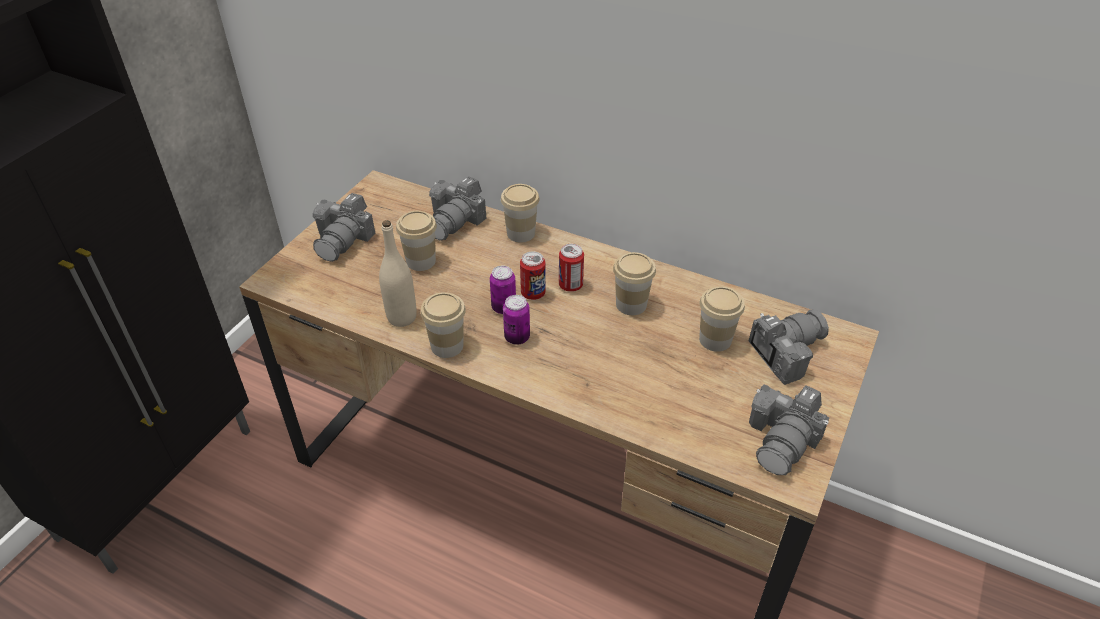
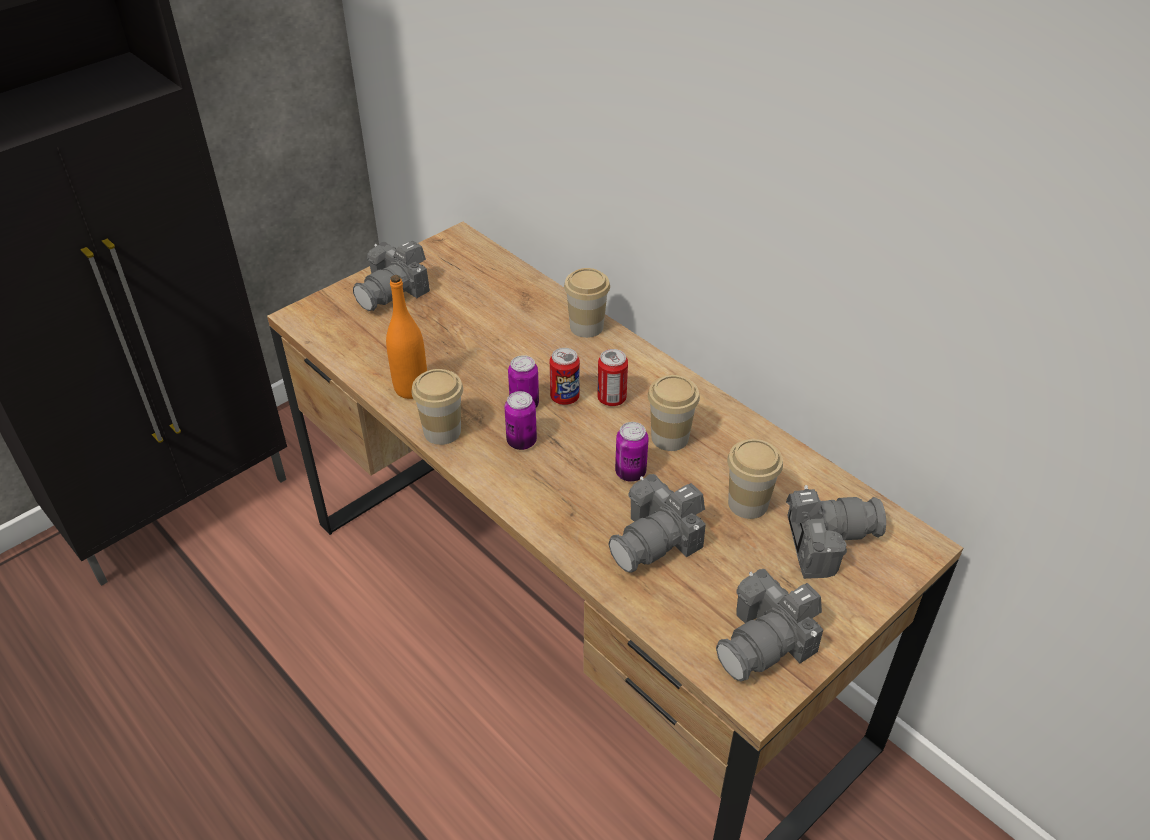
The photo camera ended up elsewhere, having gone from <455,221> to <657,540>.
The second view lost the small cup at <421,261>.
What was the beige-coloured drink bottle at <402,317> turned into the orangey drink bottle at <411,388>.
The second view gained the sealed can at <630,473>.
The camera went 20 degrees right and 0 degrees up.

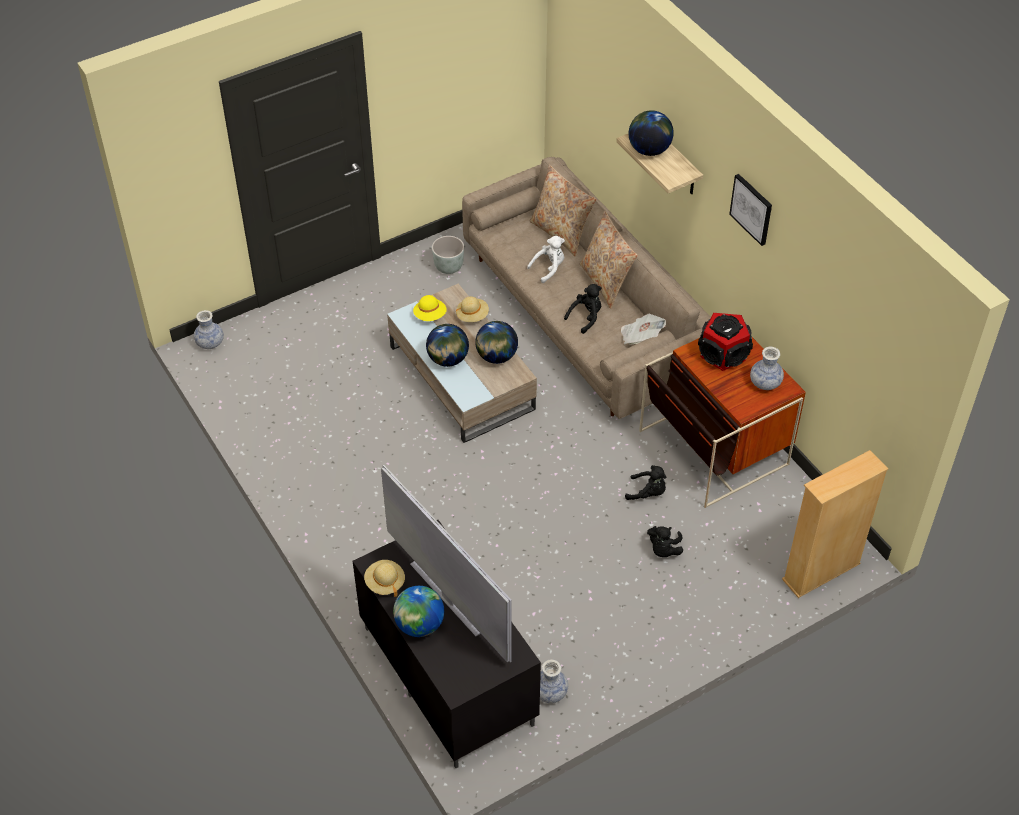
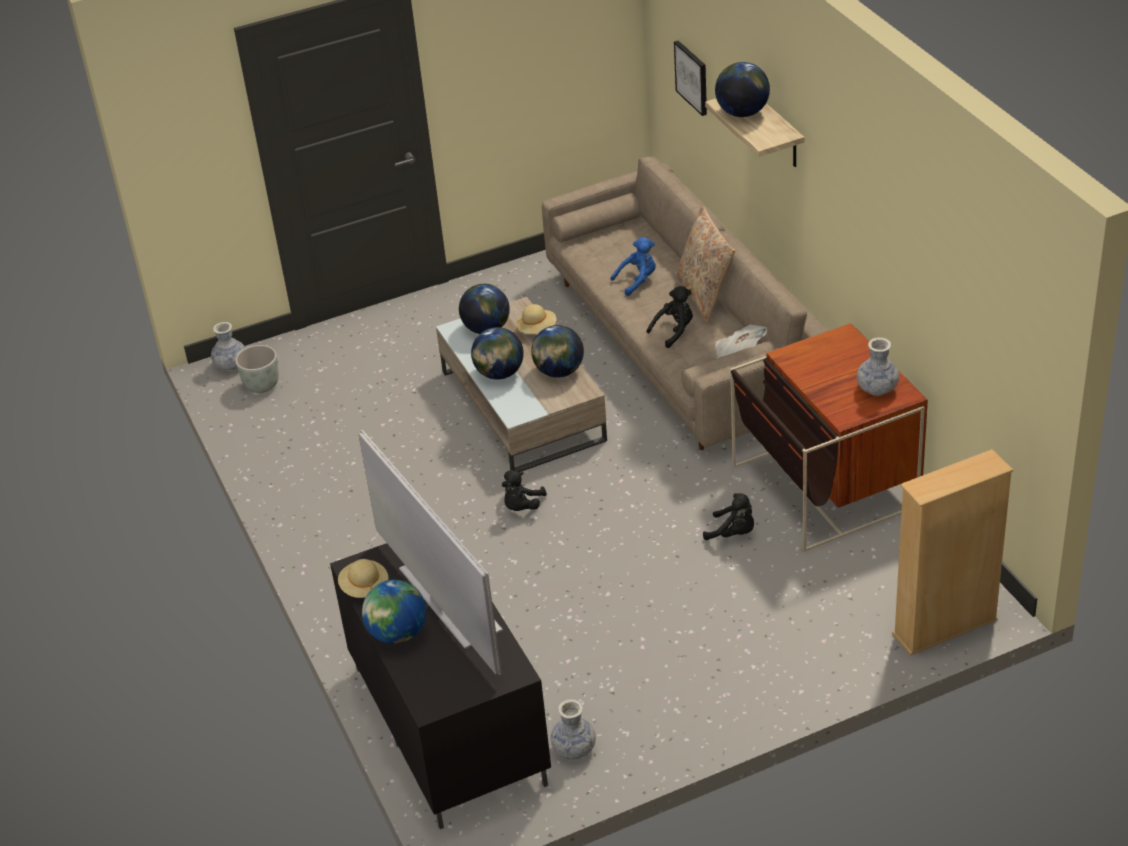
The second view lost the beige-coloured cushion at <561,233>.
The wall art ended up elsewhere, having gone from <752,209> to <692,77>.
The grey planter ended up elsewhere, having gone from <448,267> to <261,386>.
What was the white-coloured plush toy at <549,268> turned into the blue-coloured plush toy at <637,281>.
Where the yellow clothing hat stood at <430,315>, the globe came to stand at <486,328>.
The second view lost the loudspeaker at <723,354>.
The blackish plush toy ended up elsewhere, having gone from <663,549> to <521,506>.
The camera went 10 degrees right and 10 degrees down.

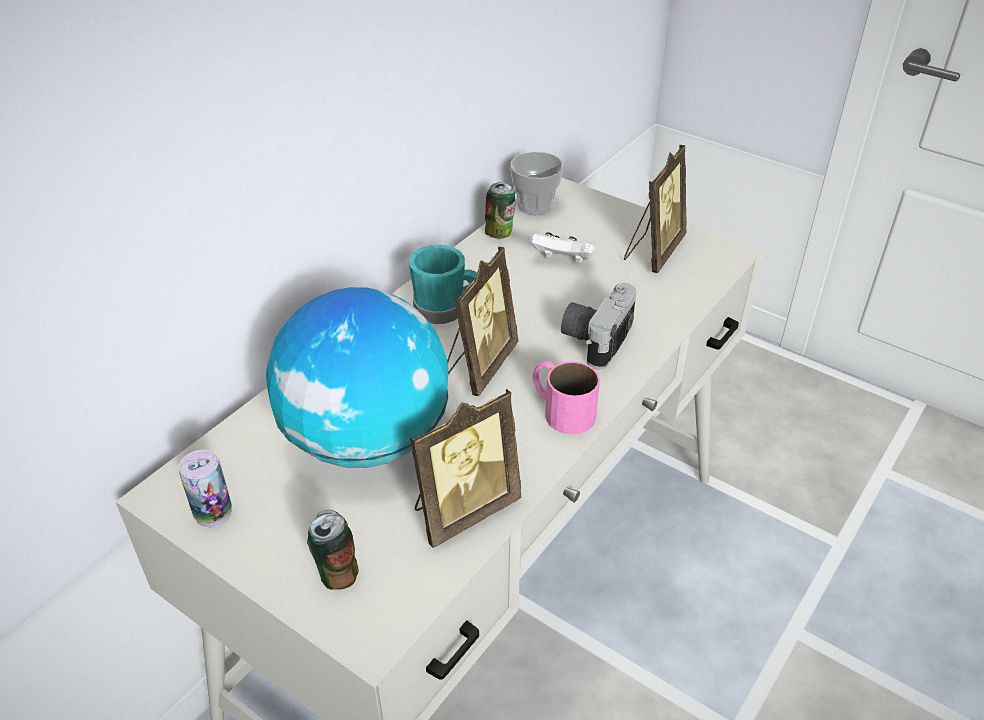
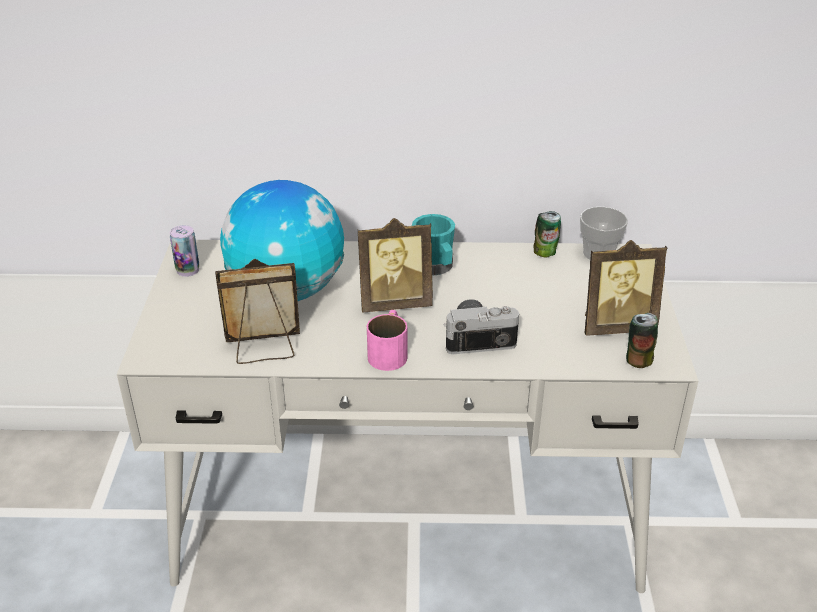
The second view lost the white-coloured gamepad at <563,261>.
The standing frame at <463,510> ended up facing another way, 150 degrees clockwise from before.
The sealed can ended up elsewhere, having gone from <337,573> to <638,360>.
The camera went 55 degrees right and 5 degrees down.

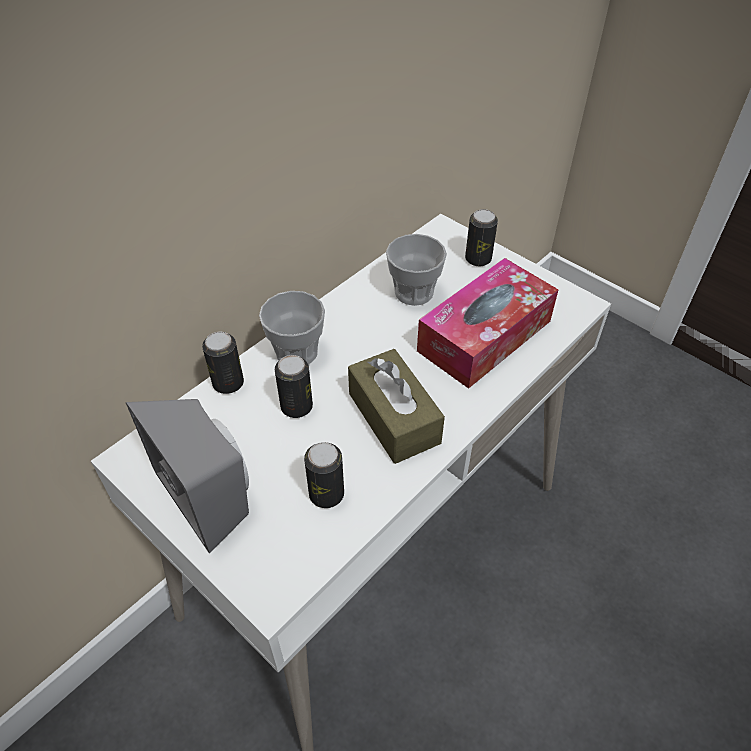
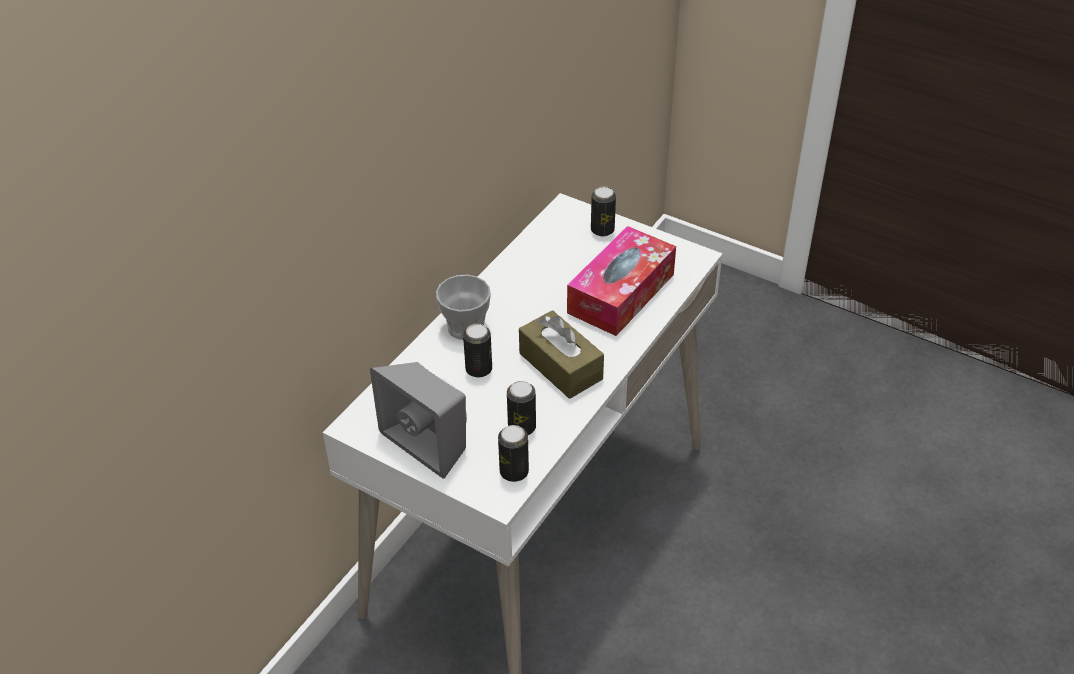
The second view lost the small cup at <414,292>.
The sealed can ended up elsewhere, having gone from <228,383> to <514,472>.
The camera went 10 degrees left and 5 degrees down.

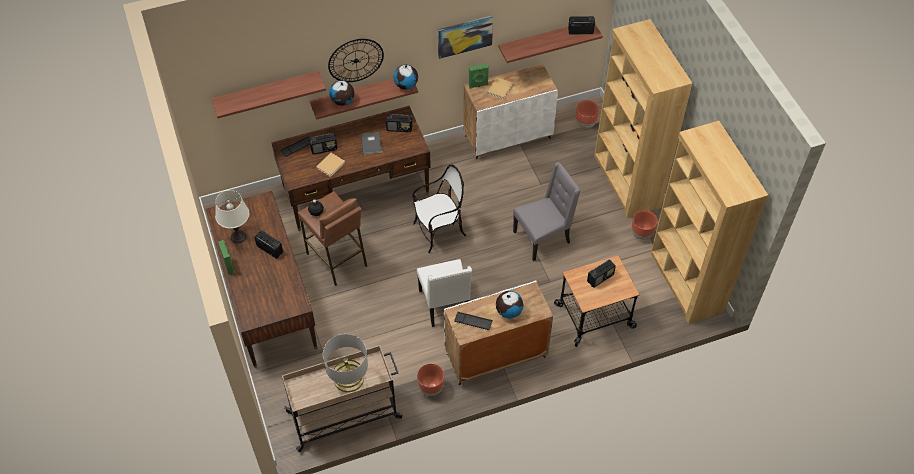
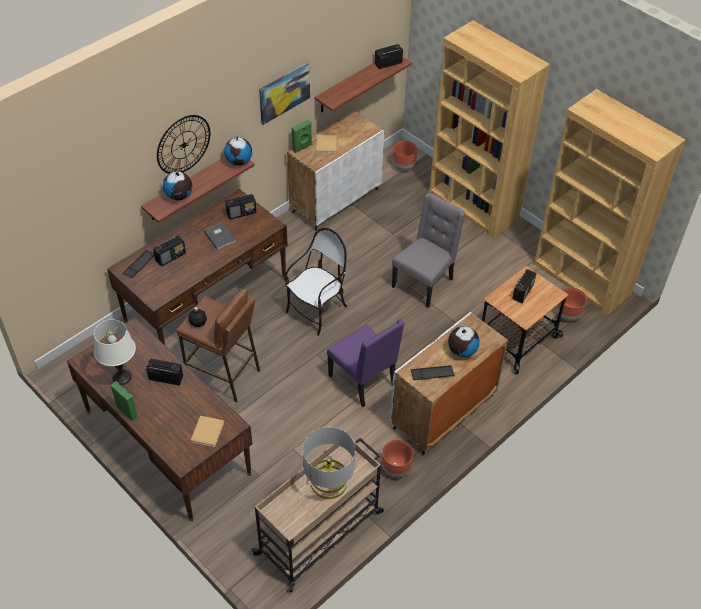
The second view lost the shelf at <267,92>.
The beige-coloured book ended up elsewhere, having gone from <331,165> to <208,431>.
The brown planter ended up elsewhere, having gone from <642,234> to <568,315>.
What was the white-coloured chair at <445,305> turned into the purplish chair at <364,381>.
The camera went 25 degrees left and 5 degrees down.

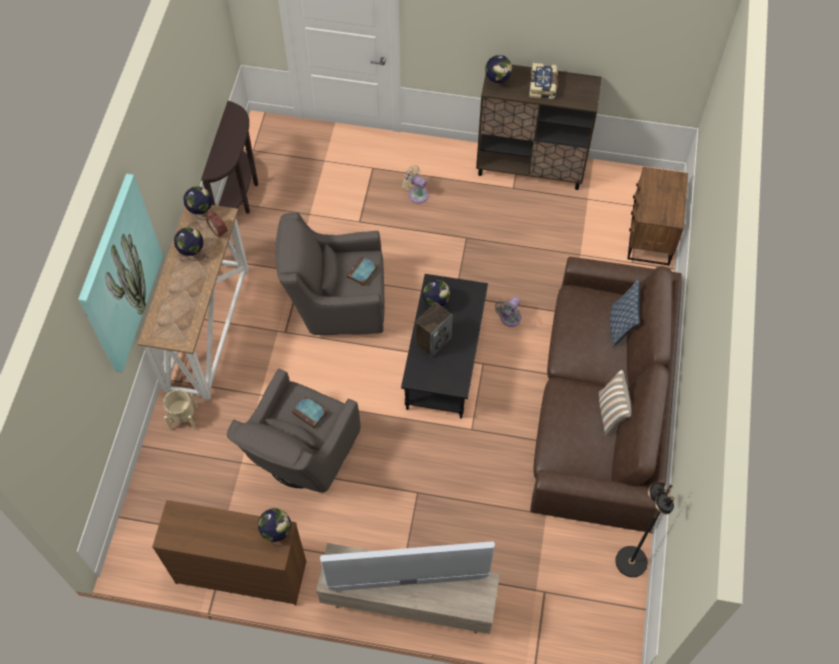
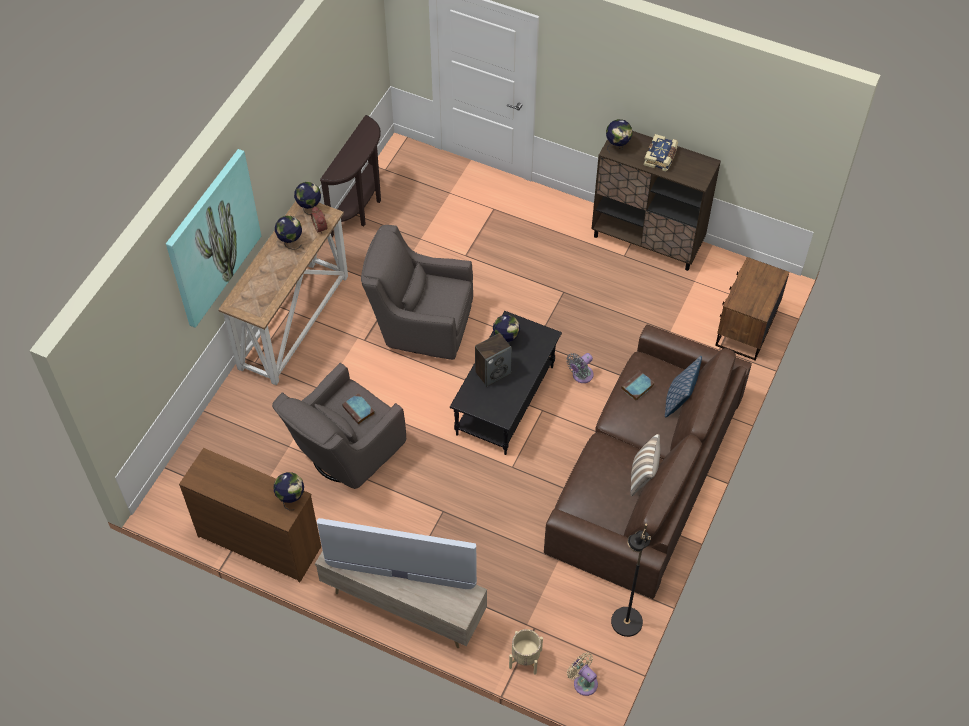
The beige-coloured electric fan ended up elsewhere, having gone from <416,194> to <583,682>.
The book ended up elsewhere, having gone from <362,273> to <637,388>.
The beige-coloured planter ended up elsewhere, having gone from <183,417> to <525,658>.
The camera went 15 degrees right and 5 degrees down.

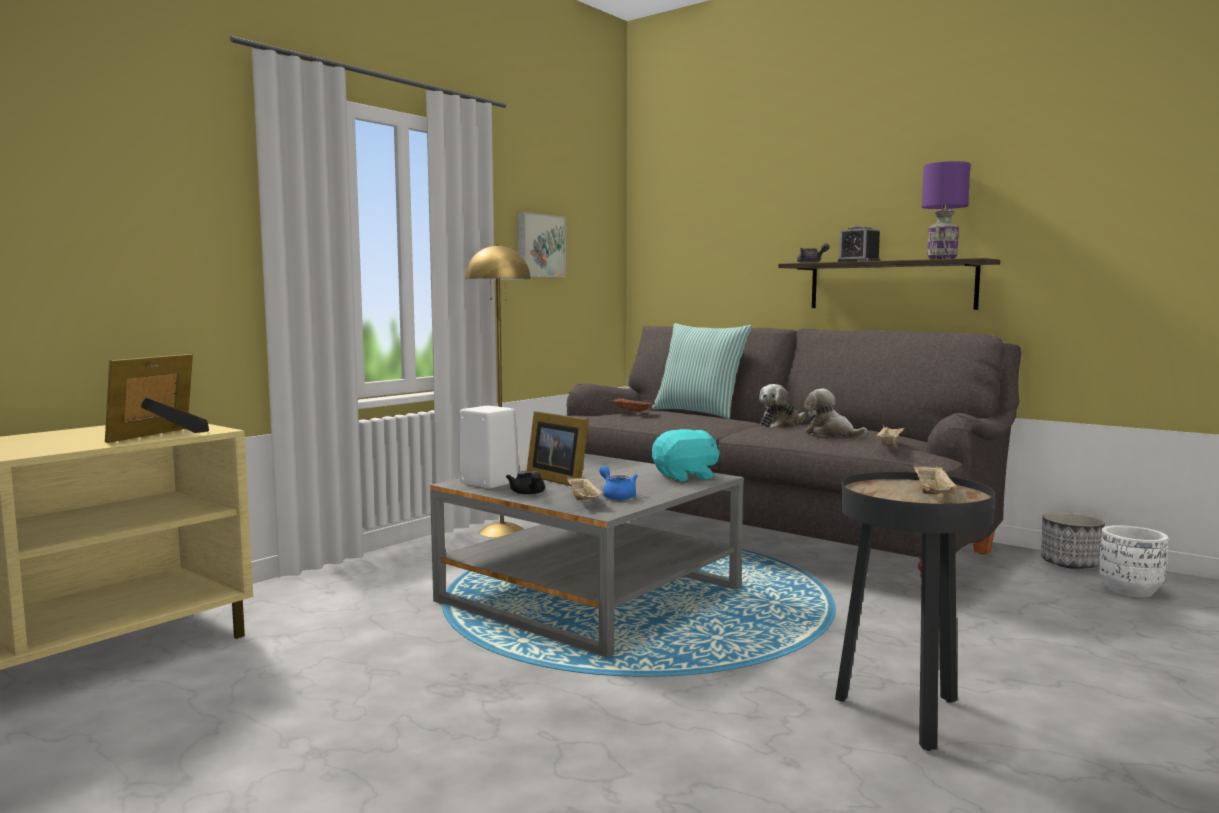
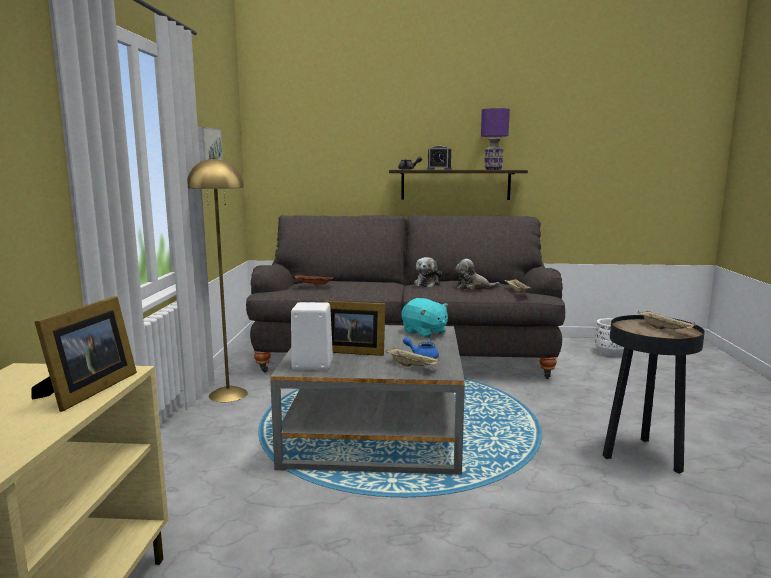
The second view lost the cushion at <699,412>.
The standing frame at <160,435> ended up facing another way, 150 degrees counterclockwise from before.
The turquoise plush toy at <685,477> ended up facing another way, 105 degrees clockwise from before.
The second view lost the blackish pot for tea at <528,493>.
The second view lost the planter at <1070,564>.
The camera went 35 degrees left and 5 degrees up.

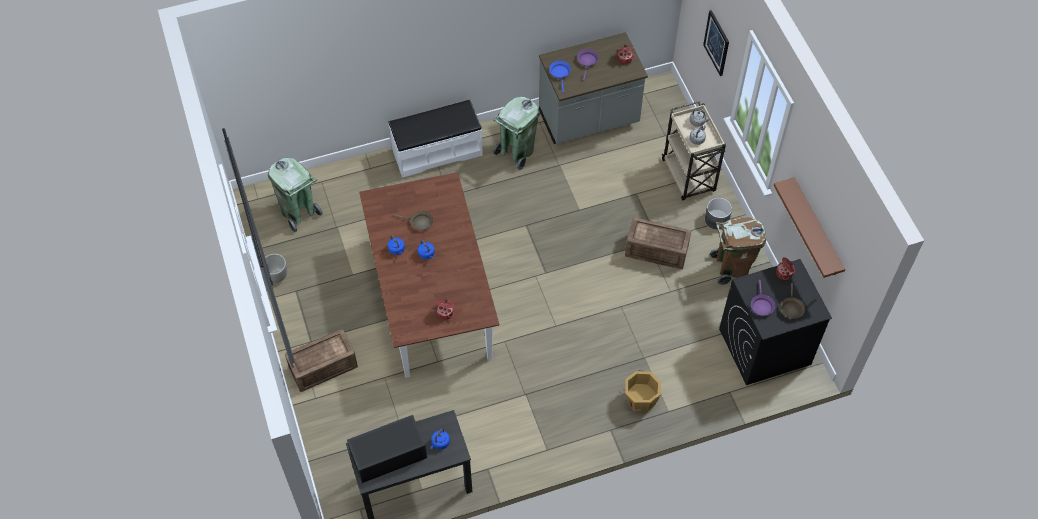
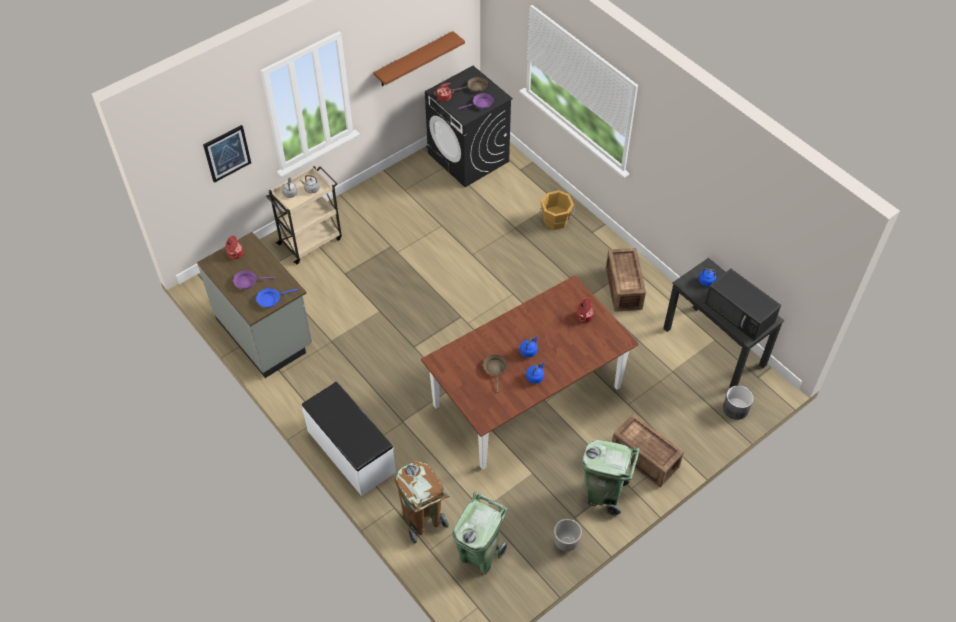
The green waste bin ended up elsewhere, having gone from <516,152> to <604,494>.
The grey planter ended up elsewhere, having gone from <717,219> to <735,408>.
The shipping crate ended up elsewhere, having gone from <657,252> to <624,287>.
The brown waste bin ended up elsewhere, having gone from <731,268> to <422,520>.
The camera went 110 degrees left and 5 degrees down.

